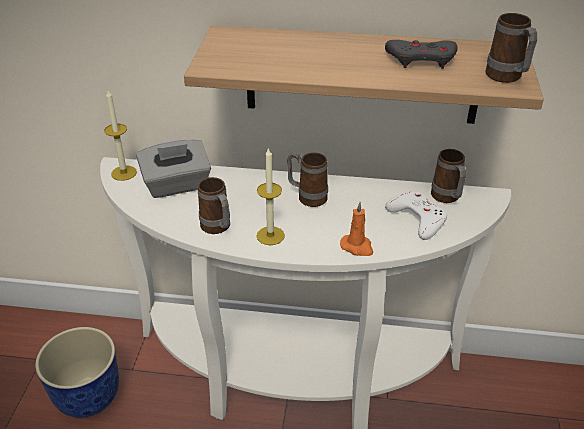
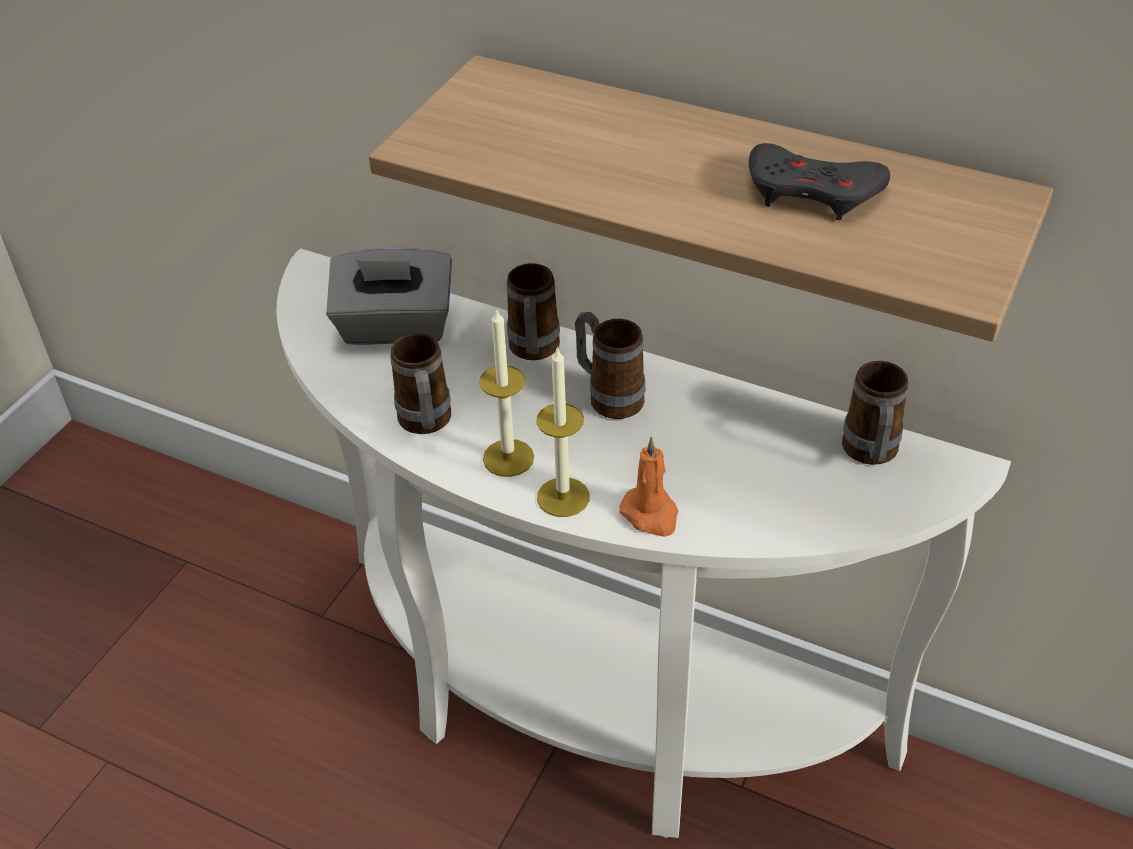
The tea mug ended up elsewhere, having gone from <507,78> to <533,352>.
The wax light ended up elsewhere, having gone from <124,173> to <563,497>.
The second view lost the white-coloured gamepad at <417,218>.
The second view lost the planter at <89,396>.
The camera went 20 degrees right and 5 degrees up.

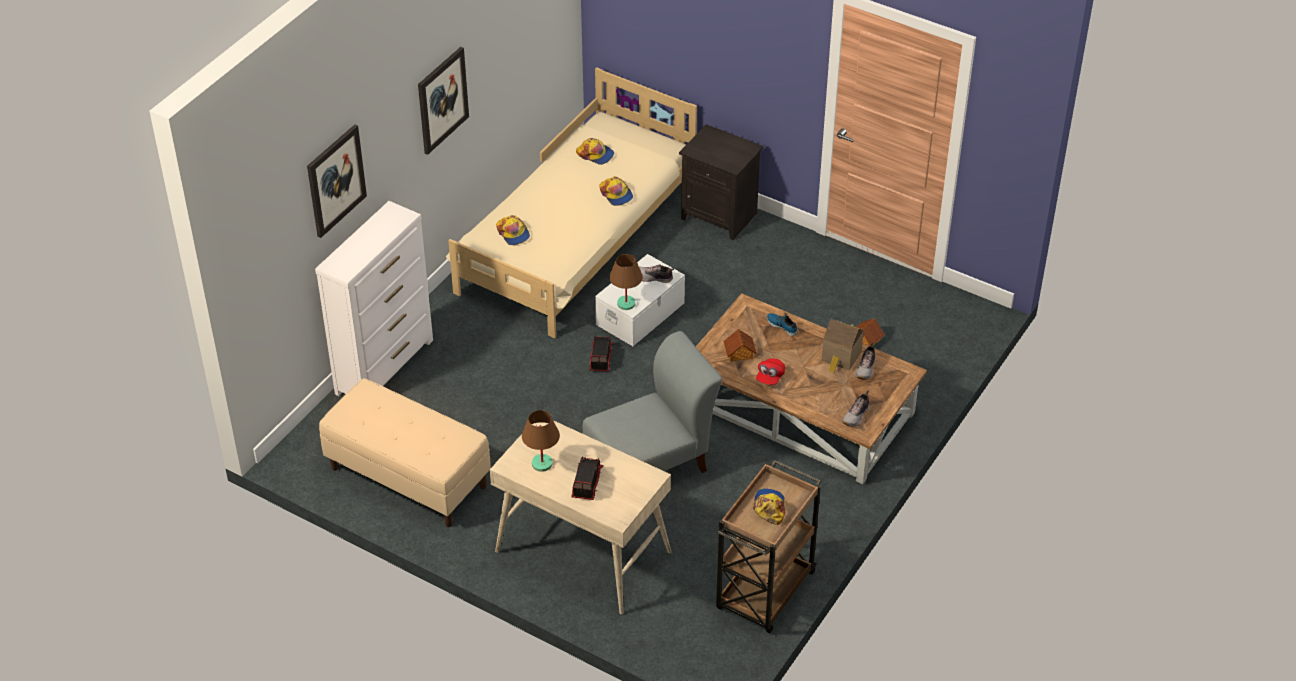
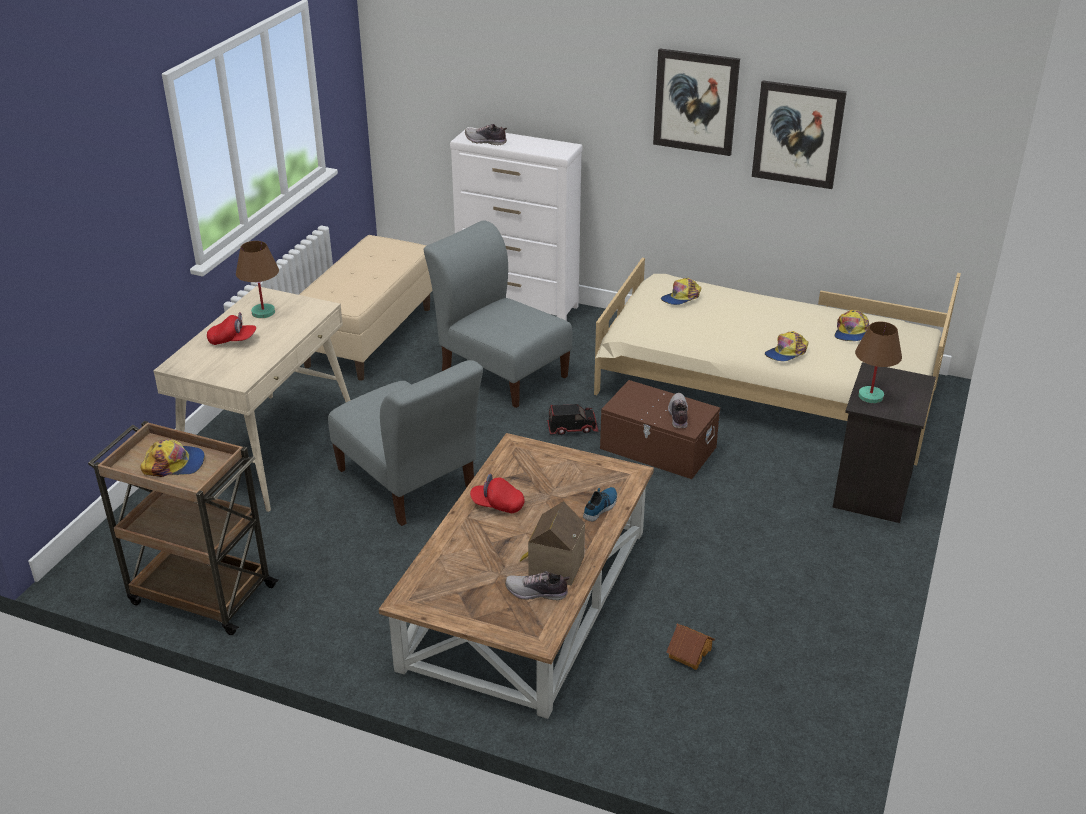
The wall art ended up elsewhere, having gone from <336,180> to <798,134>.
What was the white-coloured storage container at <641,314> turned into the brown storage container at <658,448>.
The brown lamp for a table ended up elsewhere, having gone from <626,303> to <871,396>.
The second view lost the miniature house at <739,353>.
The item of footwear ended up elsewhere, having gone from <856,415> to <486,141>.
Where the toy truck stood at <586,483>, the red cap came to stand at <232,340>.
The second view gained the grey chair at <501,371>.
The camera went 80 degrees right and 10 degrees down.

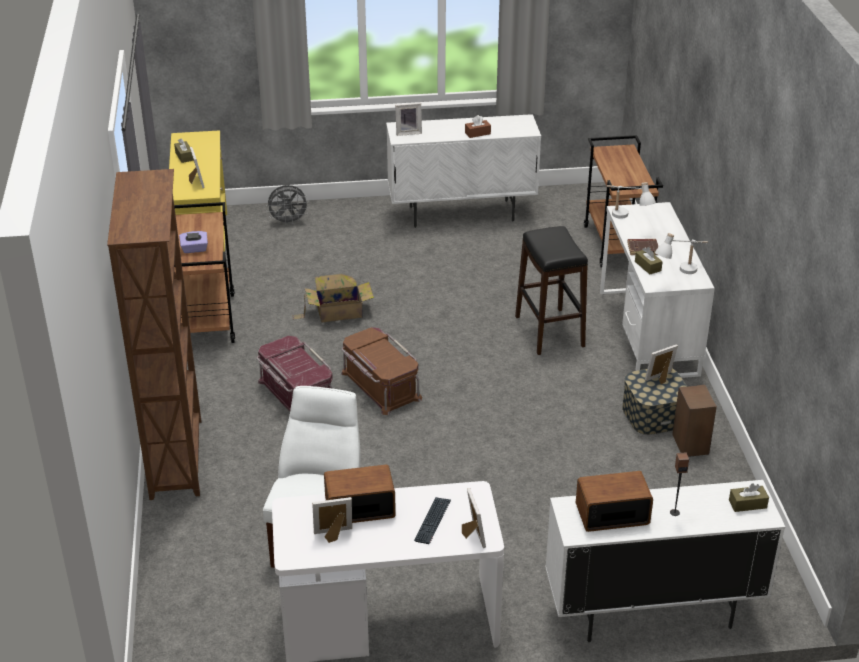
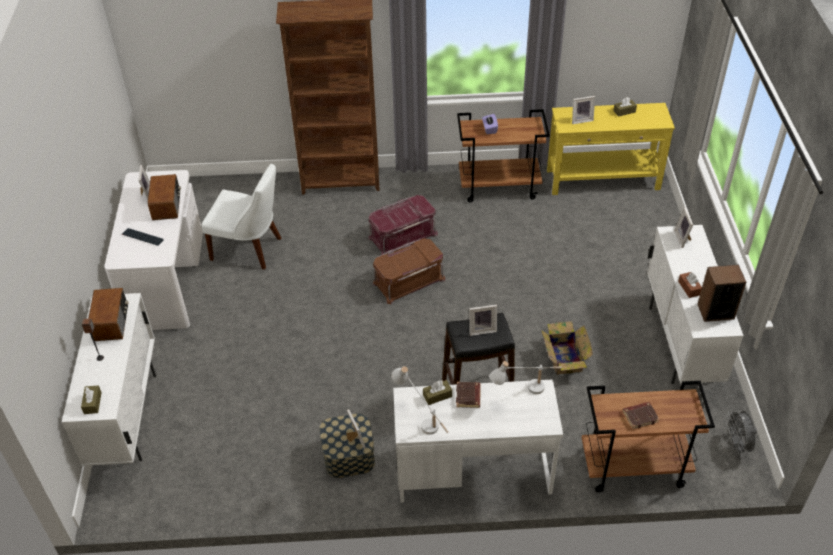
The grey electric fan ended up elsewhere, having gone from <288,222> to <737,445>.
The carton ended up elsewhere, having gone from <337,312> to <564,357>.
The loudspeaker ended up elsewhere, having gone from <690,444> to <715,311>.
The standing frame ended up elsewhere, having gone from <472,536> to <482,329>.
The second view gained the brown book at <640,416>.
The camera went 95 degrees right and 10 degrees up.

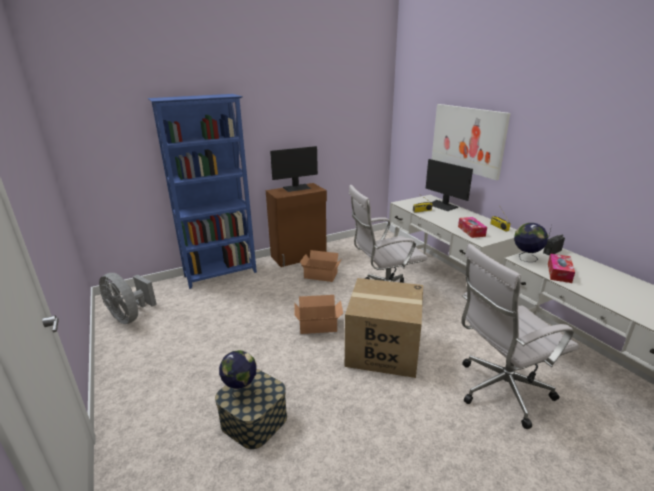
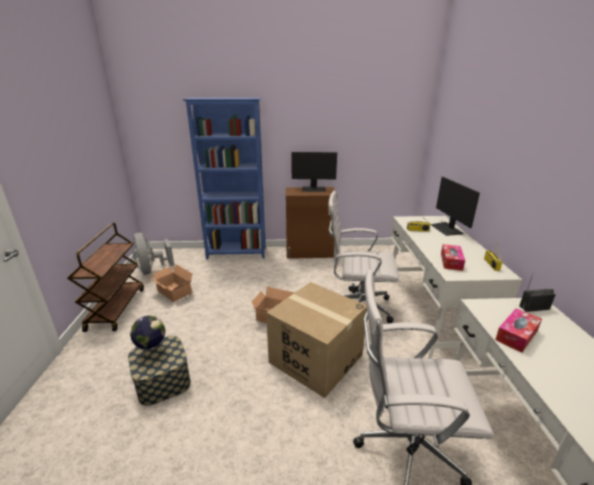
The second view lost the wall art at <467,139>.
The second view lost the globe at <526,258>.
The carton ended up elsewhere, having gone from <321,276> to <173,292>.
The second view gained the brown trolley at <116,308>.
The camera went 25 degrees right and 0 degrees up.

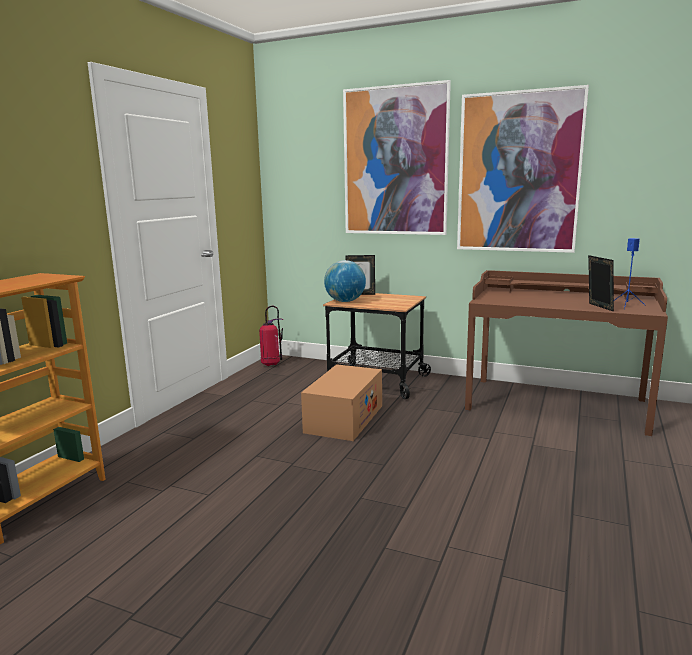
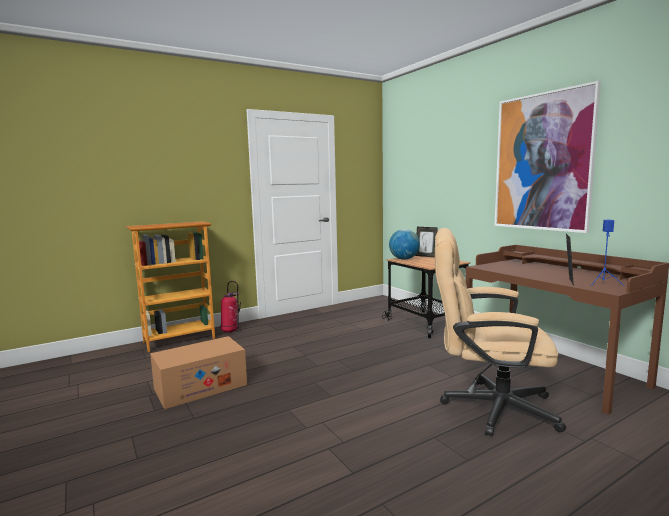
The second view lost the wall art at <395,161>.
The fire extinguisher ended up elsewhere, having gone from <271,364> to <231,331>.
The carton ended up elsewhere, having gone from <344,419> to <200,387>.
The second view gained the beige-coloured computer chair at <488,407>.
The camera went 35 degrees right and 5 degrees down.

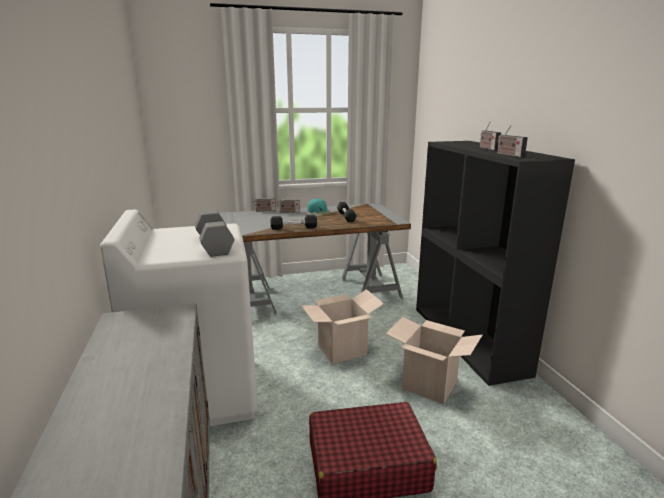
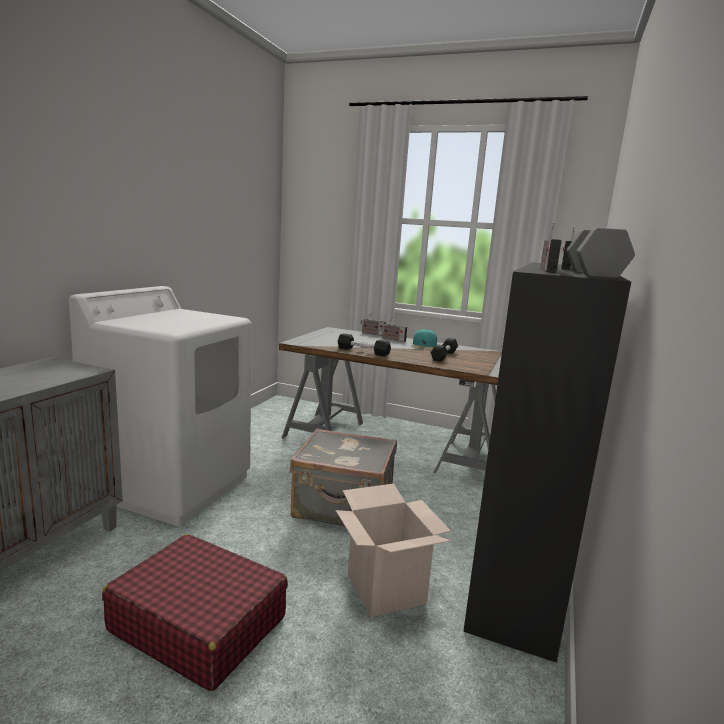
The grey free weight ended up elsewhere, having gone from <216,245> to <595,274>.
Where the carton stood at <342,350>, the grey travel case came to stand at <343,507>.
The camera went 35 degrees right and 5 degrees down.

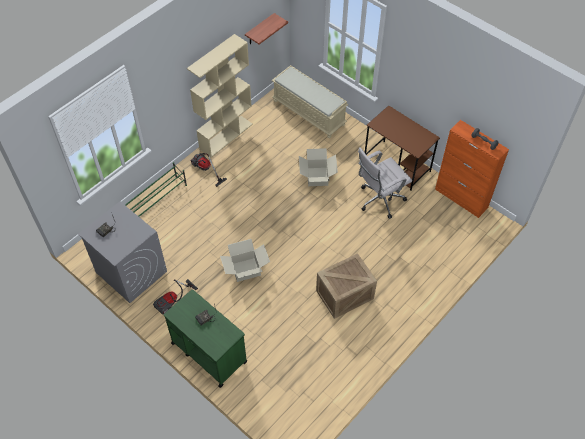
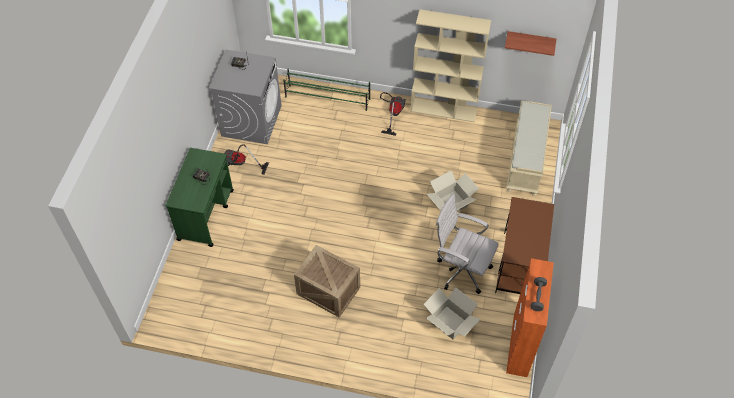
The carton ended up elsewhere, having gone from <245,269> to <450,322>.
The camera went 60 degrees right and 0 degrees up.

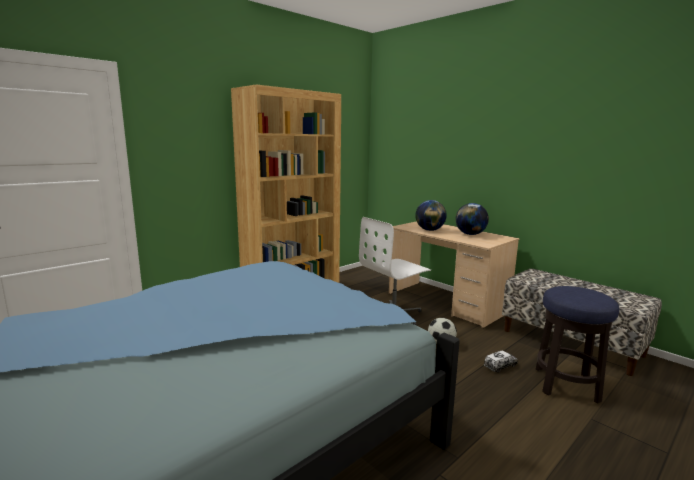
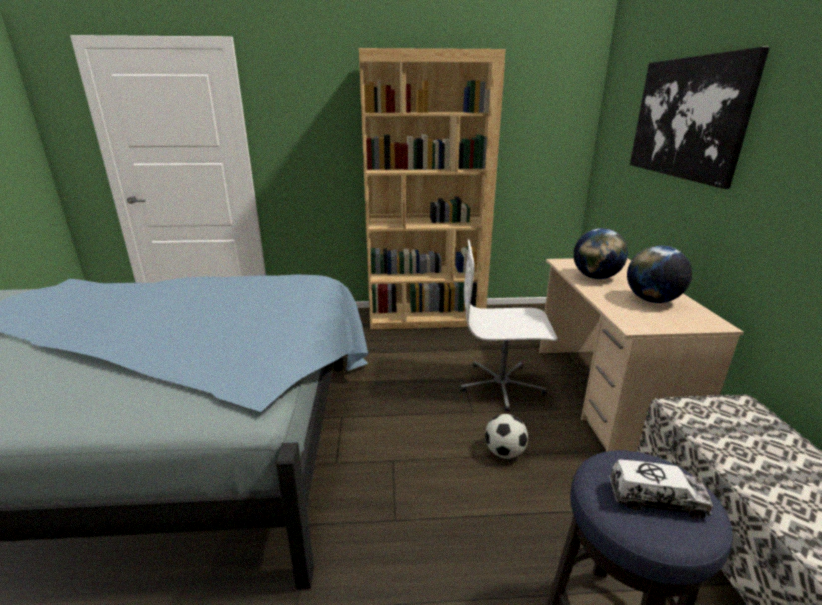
The toy truck ended up elsewhere, having gone from <500,366> to <656,499>.
The second view gained the wall art at <688,118>.
The camera went 40 degrees right and 10 degrees up.

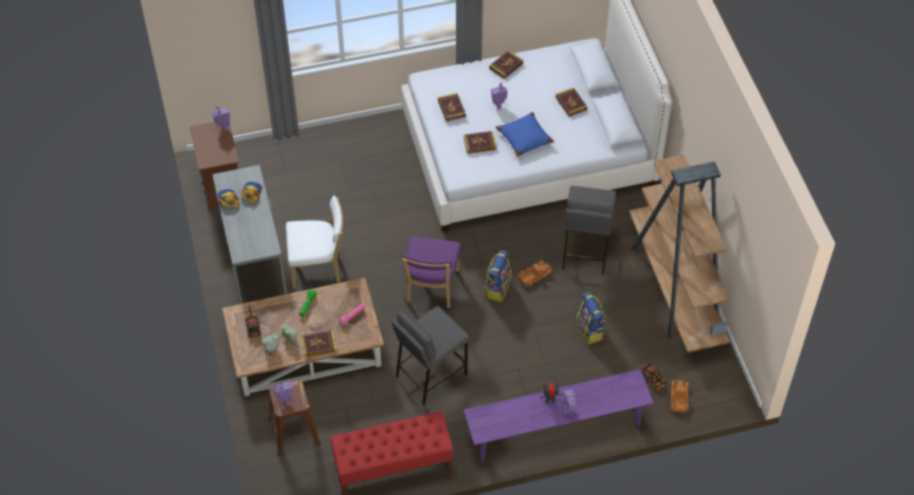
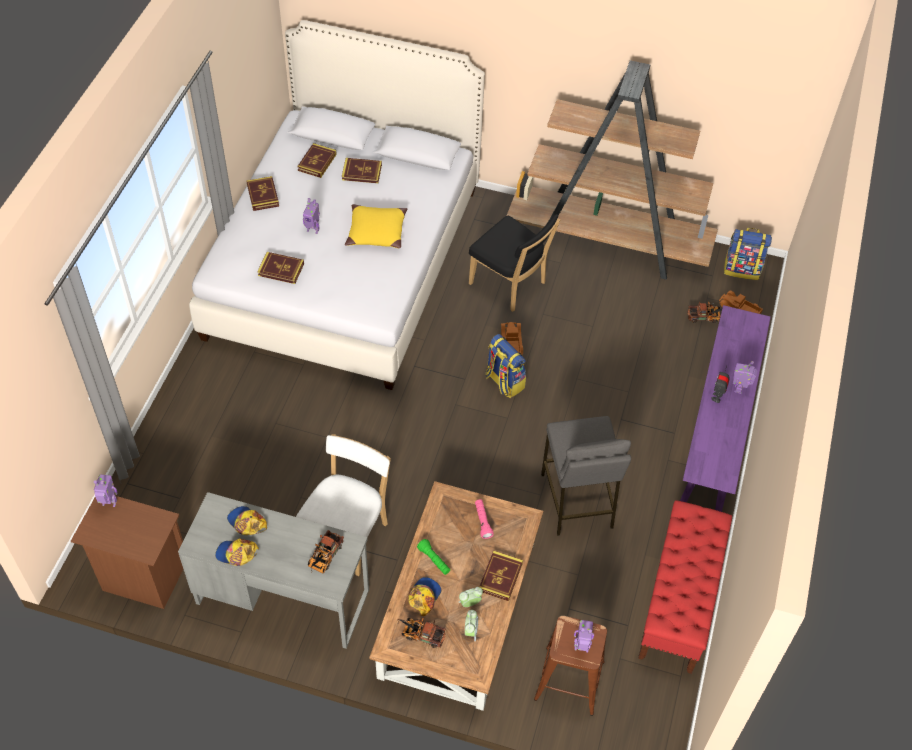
What was the blue-coloured cushion at <524,138> turned into the yellow cushion at <376,232>.
The book ended up elsewhere, having gone from <480,144> to <317,162>.
Where the grey stool seat stood at <585,250>, the blackish chair came to stand at <510,285>.
The second view lost the purplish chair at <431,288>.
The knapsack ended up elsewhere, having gone from <590,330> to <742,269>.
The second view gained the toy truck at <324,558>.
The second view gained the cap at <424,596>.
The camera went 60 degrees left and 0 degrees up.

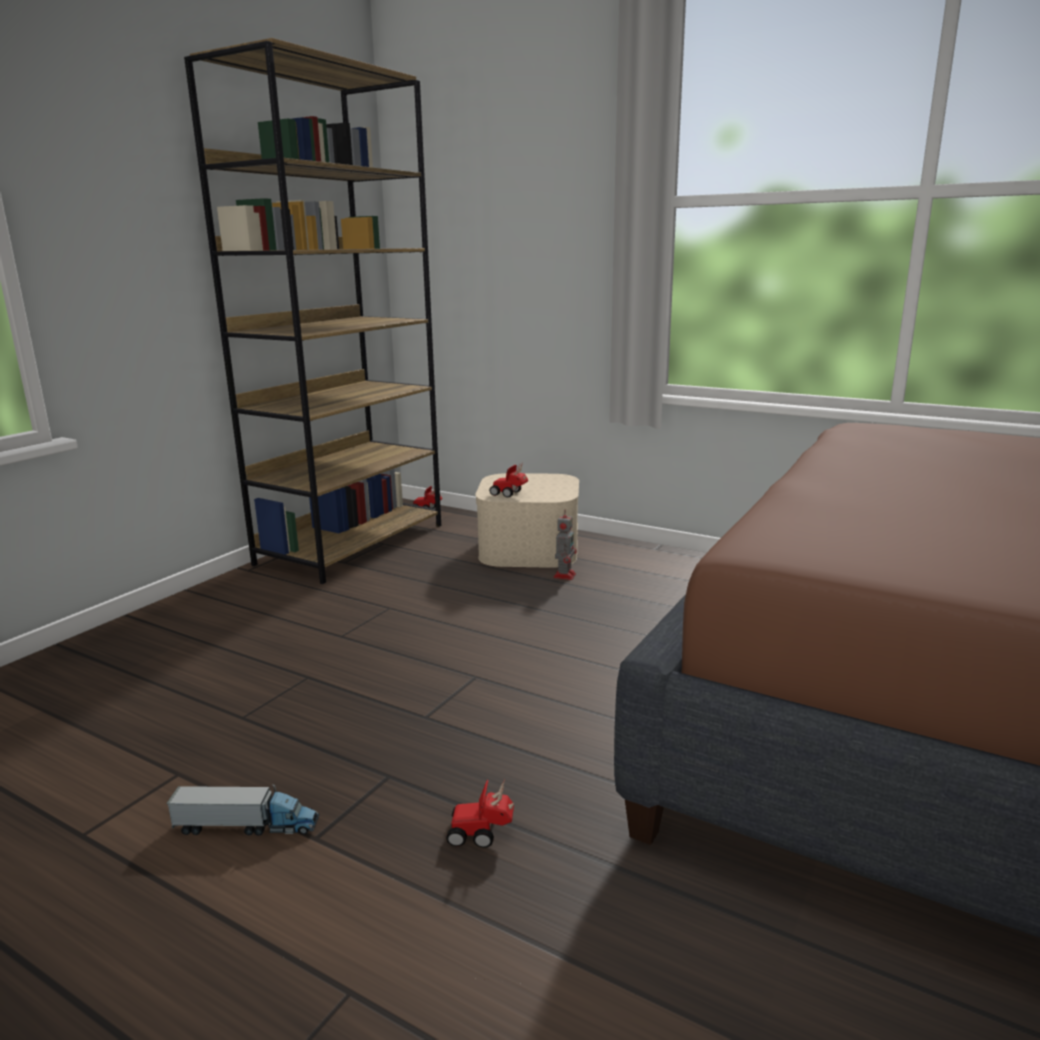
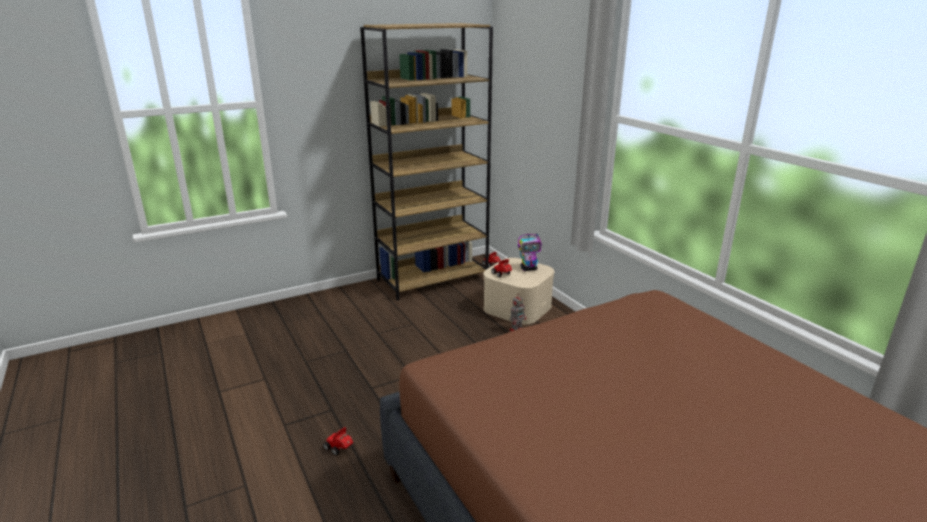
The second view lost the toy truck at <247,826>.
The second view gained the toy robot at <529,269>.
The camera went 30 degrees right and 5 degrees up.

